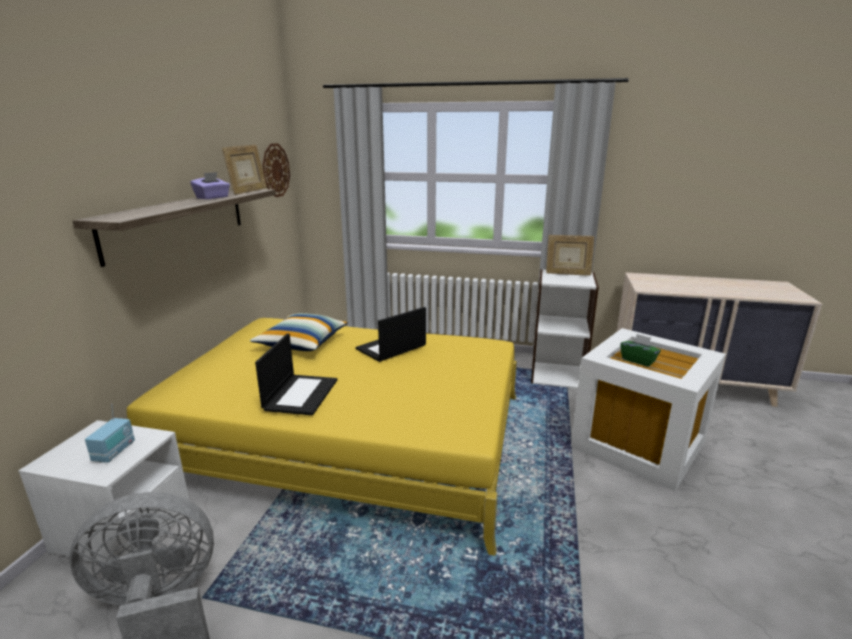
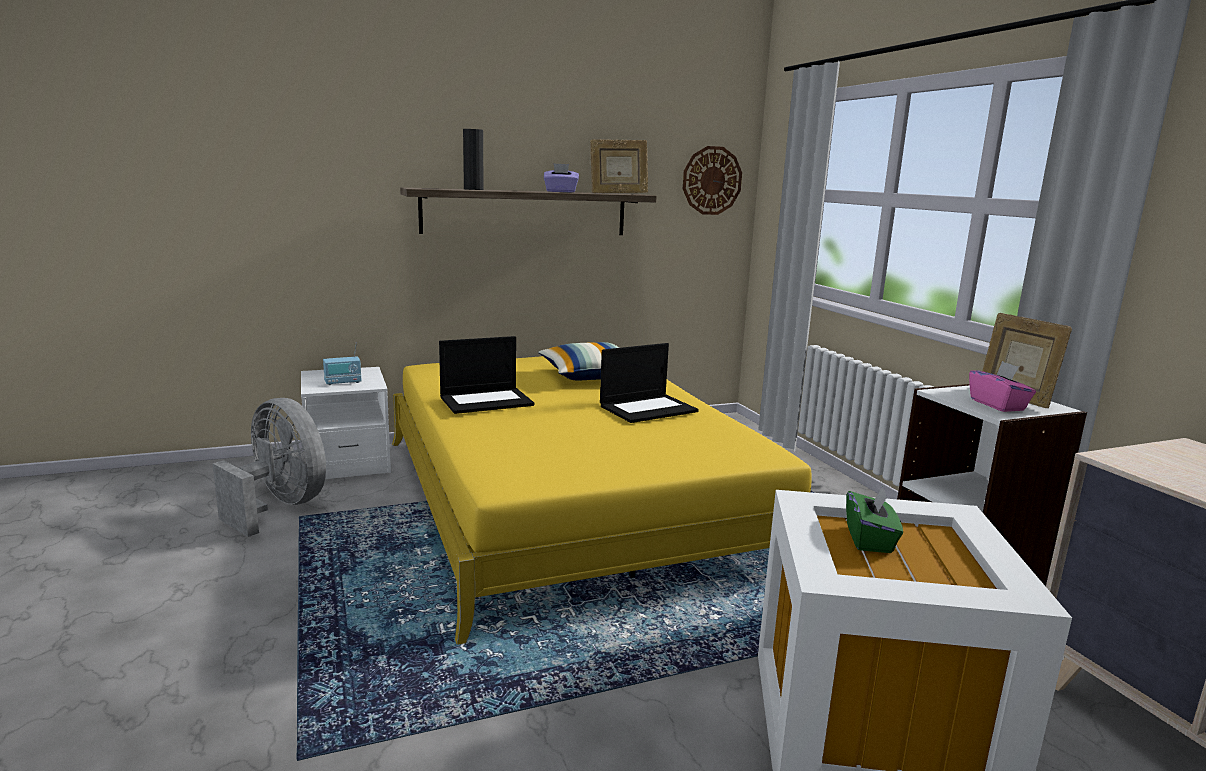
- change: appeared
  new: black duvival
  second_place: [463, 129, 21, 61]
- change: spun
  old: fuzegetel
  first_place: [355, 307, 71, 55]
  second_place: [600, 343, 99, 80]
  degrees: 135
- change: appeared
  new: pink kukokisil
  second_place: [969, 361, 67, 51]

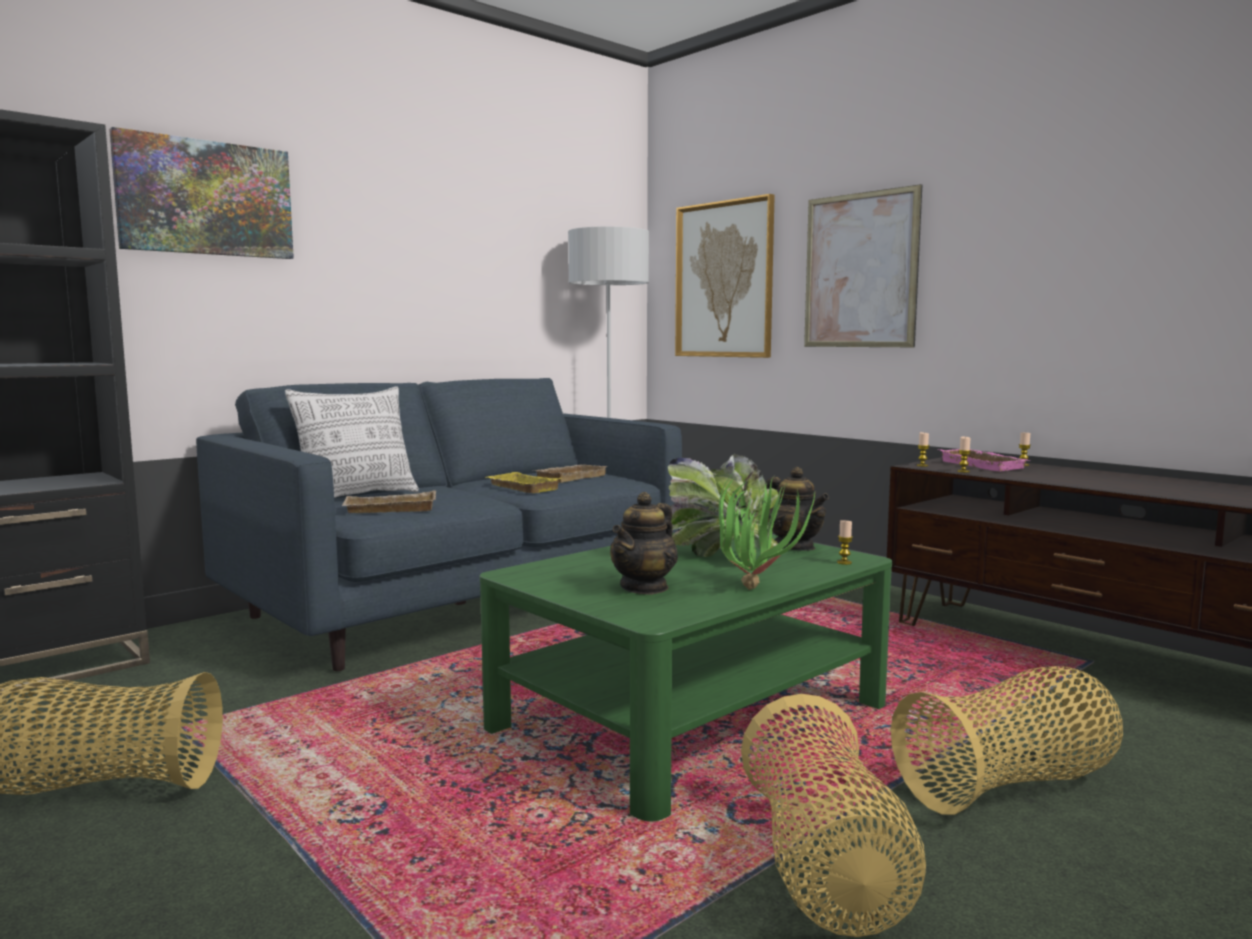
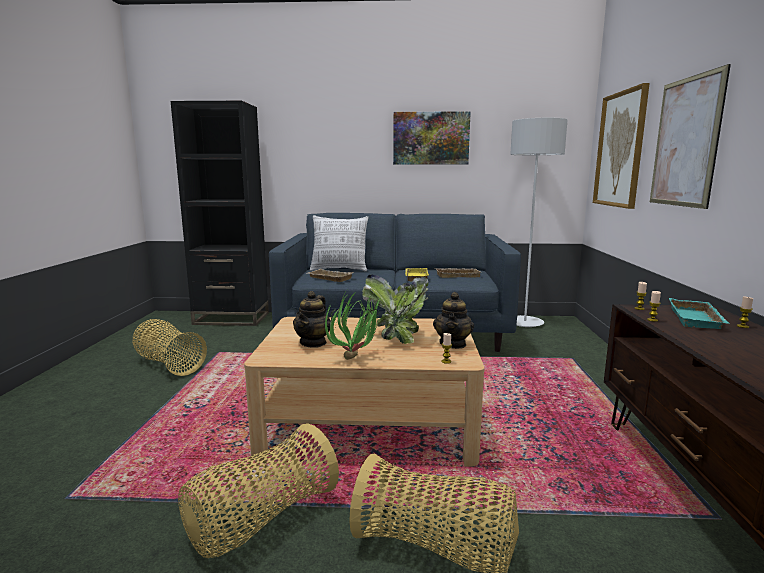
- change: colour
  old: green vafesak
  new: beige vafesak
  first_place: [480, 532, 412, 290]
  second_place: [244, 317, 241, 150]
- change: spun
  old: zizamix
  first_place: [610, 492, 68, 103]
  second_place: [293, 291, 38, 57]
  degrees: -60
- change: relocated
  old: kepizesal
  first_place: [109, 127, 185, 132]
  second_place: [393, 111, 78, 53]
- change: colour
  old: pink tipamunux
  new: turquoise tipamunux
  first_place: [939, 449, 92, 23]
  second_place: [669, 298, 61, 31]

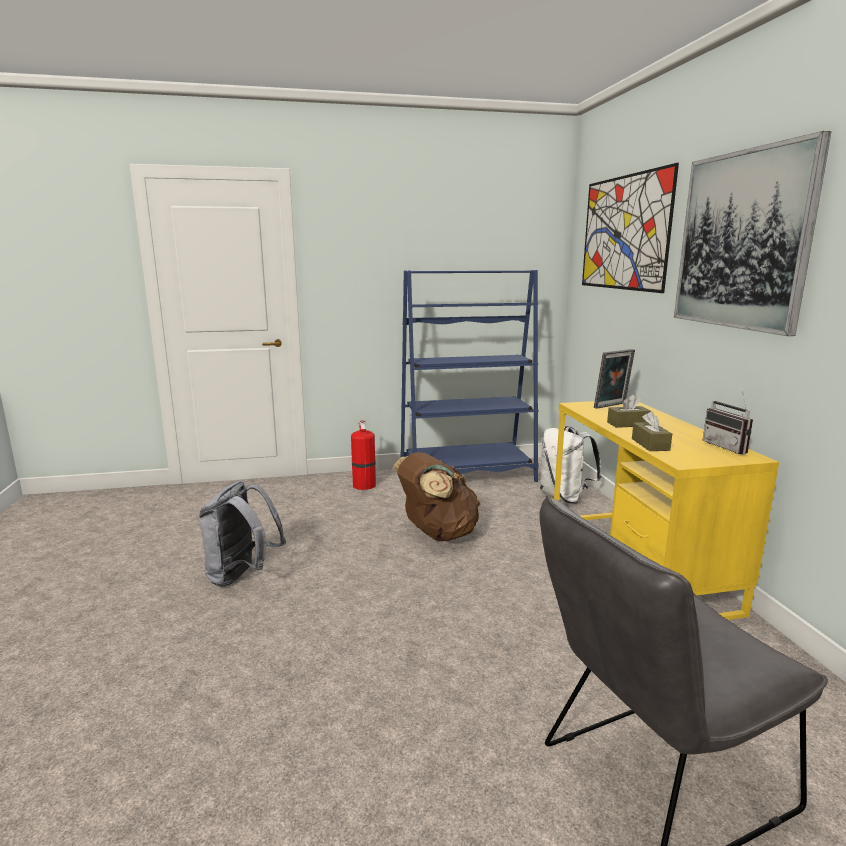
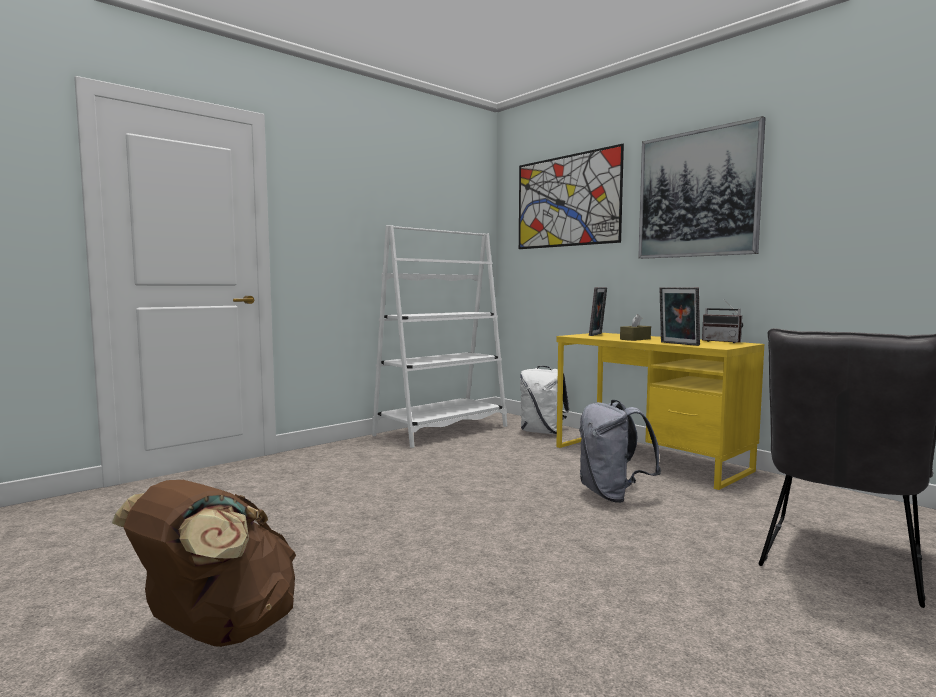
- change: relocated
  old: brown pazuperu
  first_place: [392, 452, 88, 89]
  second_place: [112, 480, 184, 167]
- change: colour
  old: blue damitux
  new: white damitux
  first_place: [400, 270, 138, 212]
  second_place: [372, 225, 135, 223]
- change: relocated
  old: grey pazuperu
  first_place: [199, 481, 87, 106]
  second_place: [579, 400, 82, 103]
- change: exchanged
  old: brown kukokisil
  new: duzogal
  first_place: [632, 411, 40, 40]
  second_place: [659, 287, 41, 59]
- change: missing
  old: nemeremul
  first_place: [351, 420, 25, 70]

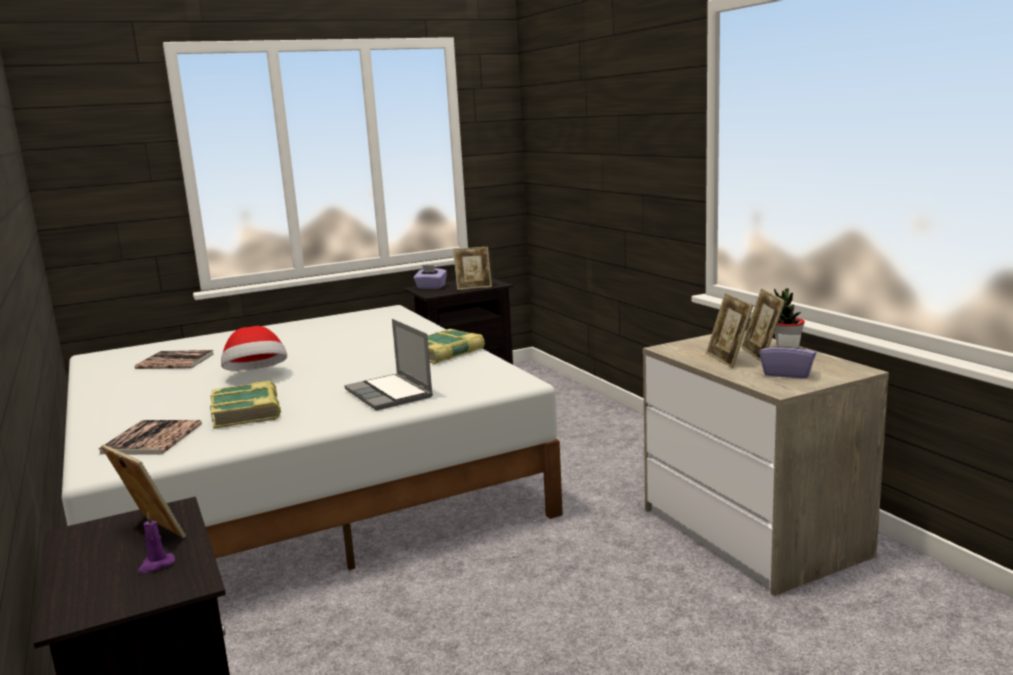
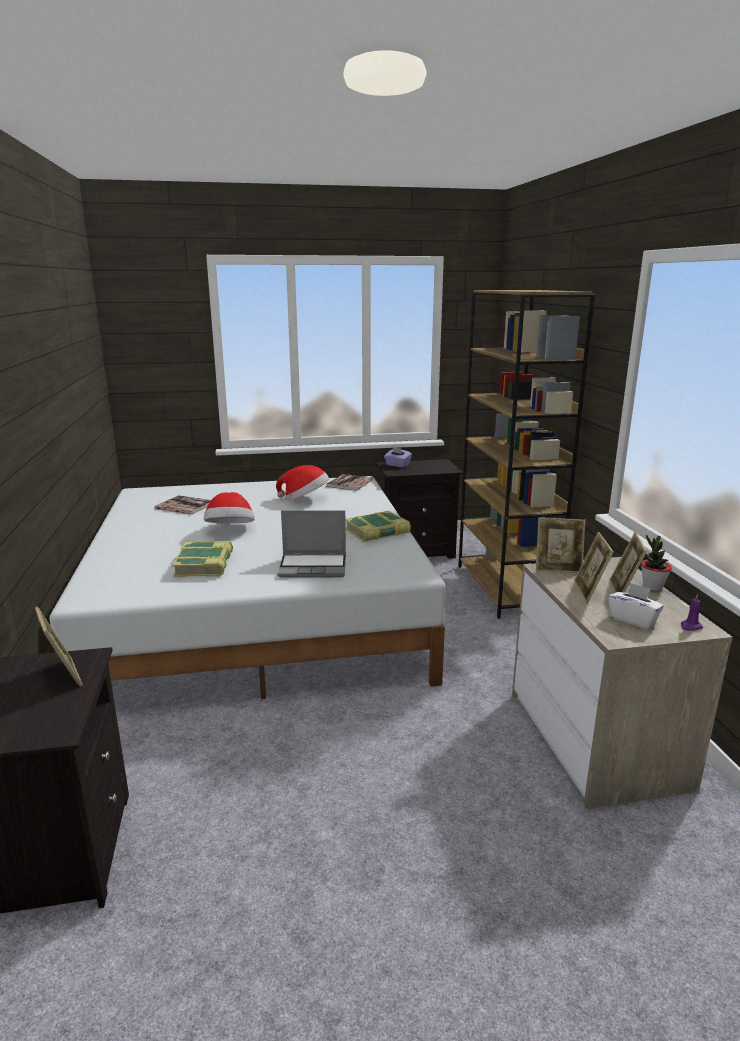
- change: appeared
  new: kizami
  second_place: [276, 465, 53, 36]
- change: spun
  old: fuzegetel
  first_place: [344, 319, 89, 92]
  second_place: [277, 510, 69, 68]
  degrees: -75
- change: relocated
  old: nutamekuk
  first_place: [99, 420, 103, 35]
  second_place: [326, 474, 47, 17]
- change: appeared
  new: brown damitux
  second_place: [458, 290, 137, 329]
- change: relocated
  old: duzogal
  first_place: [453, 247, 39, 43]
  second_place: [536, 517, 50, 56]
- change: colour
  old: purple kukokisil
  new: white kukokisil
  first_place: [759, 333, 57, 46]
  second_place: [608, 583, 56, 46]
- change: relocated
  old: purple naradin
  first_place: [137, 511, 38, 62]
  second_place: [681, 593, 22, 38]

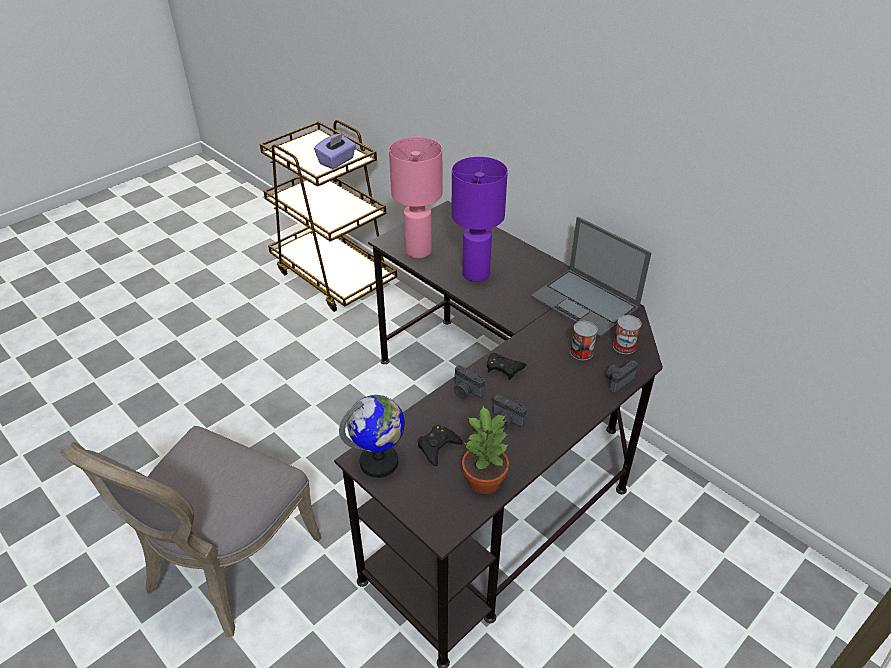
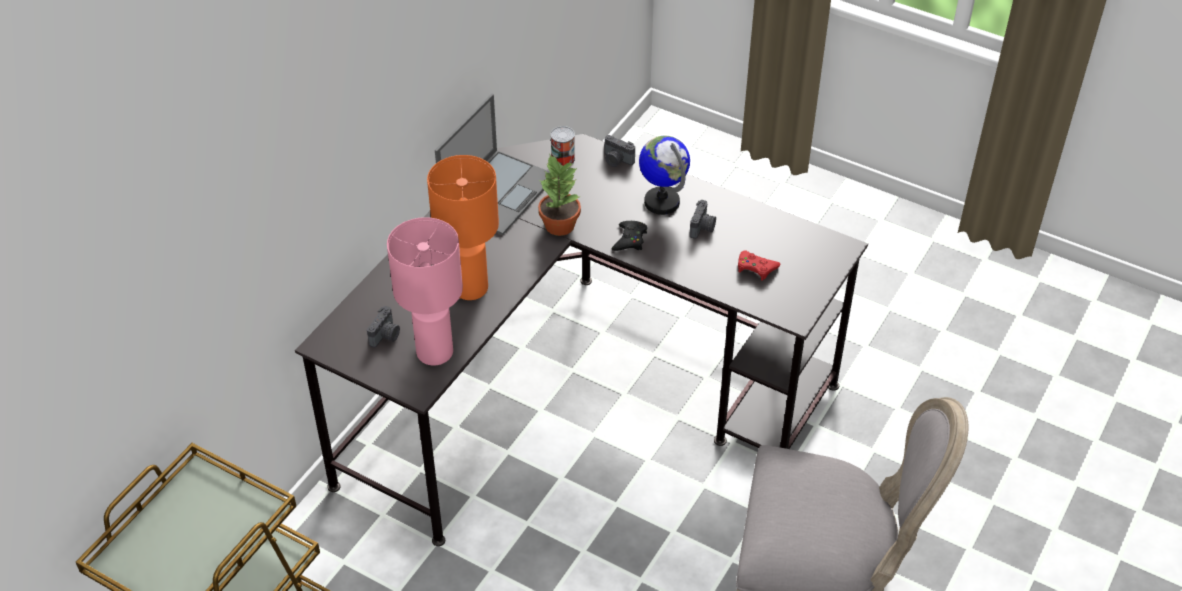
- change: relocated
  old: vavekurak
  first_place: [454, 365, 31, 34]
  second_place: [367, 306, 33, 42]
- change: colour
  old: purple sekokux
  new: orange sekokux
  first_place: [452, 157, 56, 125]
  second_place: [427, 155, 72, 145]
- change: relocated
  old: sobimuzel
  first_place: [462, 406, 47, 88]
  second_place: [538, 155, 43, 81]
- change: relocated
  old: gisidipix
  first_place: [339, 395, 66, 83]
  second_place: [639, 136, 51, 79]
- change: colour
  old: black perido
  new: red perido
  first_place: [417, 425, 46, 41]
  second_place: [738, 250, 43, 31]
- change: missing
  old: purple kukokisil
  first_place: [314, 133, 42, 36]
- change: missing
  old: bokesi
  first_place: [570, 321, 28, 39]

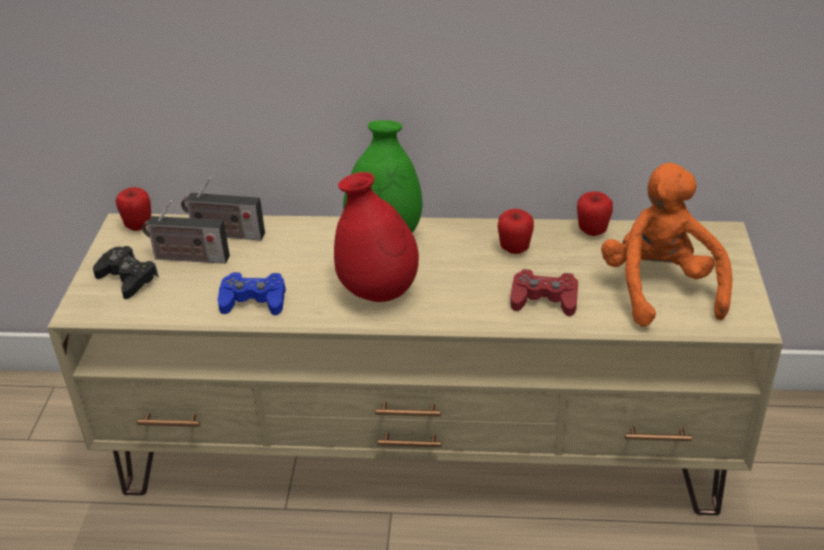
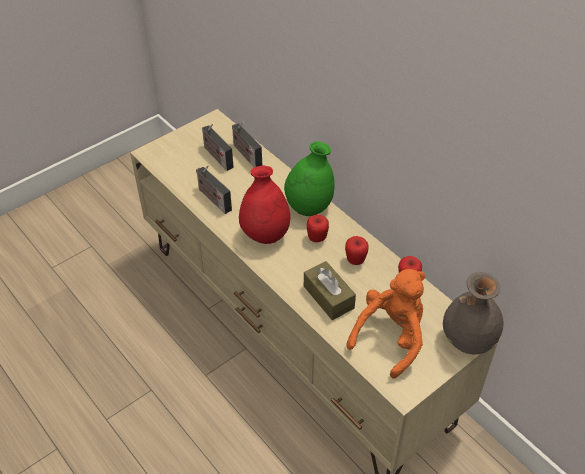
- change: exchanged
  old: blue perido
  new: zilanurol
  first_place: [218, 272, 68, 43]
  second_place: [196, 165, 36, 49]
- change: exchanged
  old: red perido
  new: brown kukokisil
  first_place: [510, 269, 68, 47]
  second_place: [304, 261, 52, 59]
- change: relocated
  old: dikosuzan
  first_place: [115, 187, 36, 44]
  second_place: [307, 215, 22, 27]
- change: appeared
  new: grey duvival
  second_place: [443, 272, 61, 83]
- change: missing
  old: black perido
  first_place: [93, 246, 66, 53]

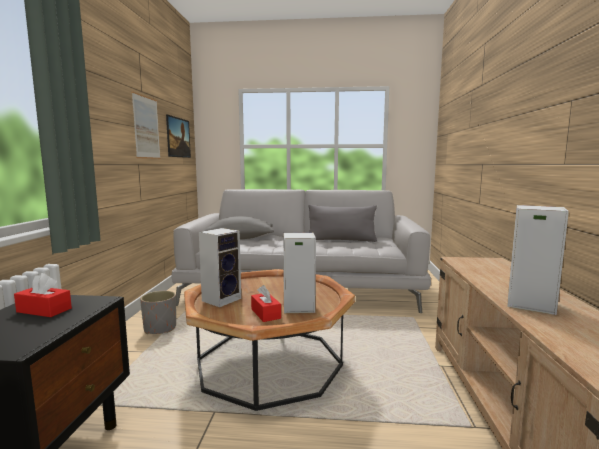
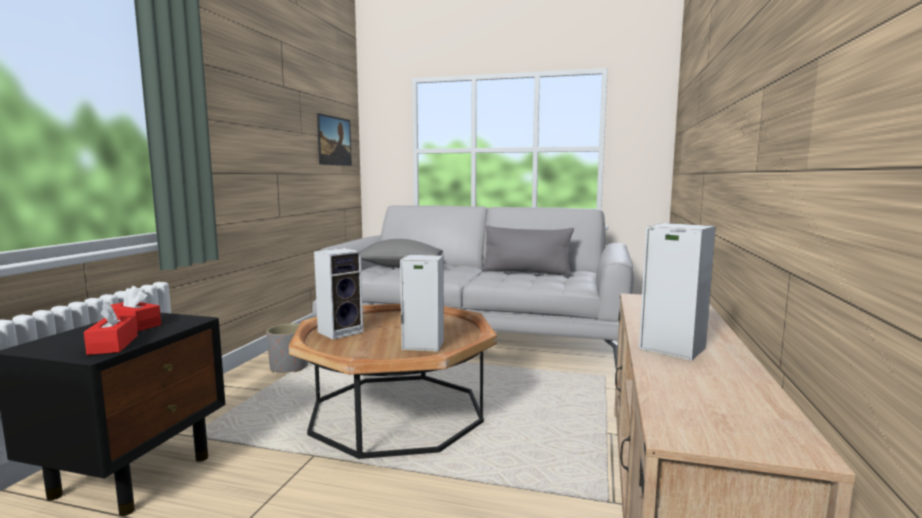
- change: relocated
  old: red kukokisil
  first_place: [251, 285, 30, 37]
  second_place: [84, 301, 54, 54]
- change: missing
  old: kepizesal
  first_place: [131, 91, 30, 68]

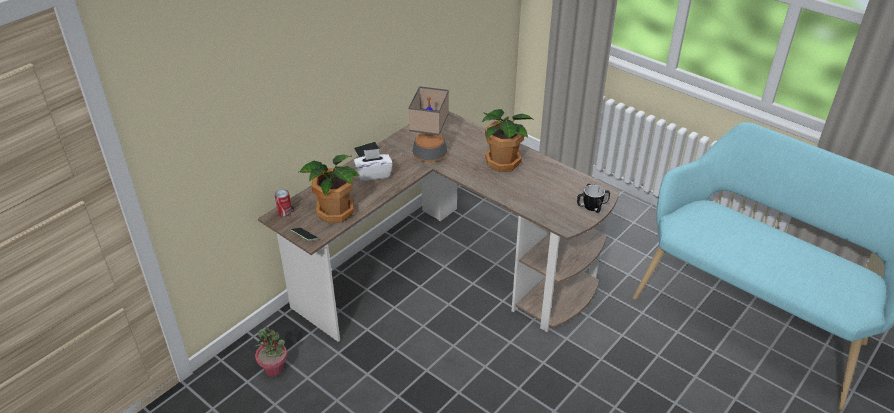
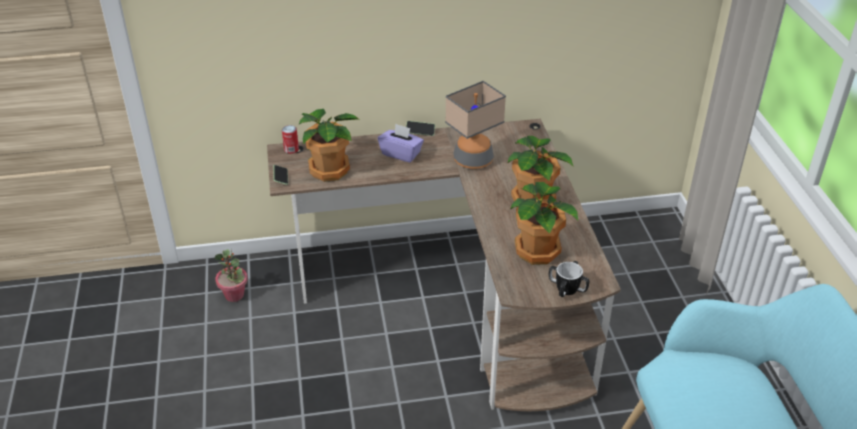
- change: colour
  old: white kukokisil
  new: purple kukokisil
  first_place: [354, 149, 39, 32]
  second_place: [378, 123, 46, 40]
- change: appeared
  new: sobimuzel
  second_place: [510, 182, 68, 83]

